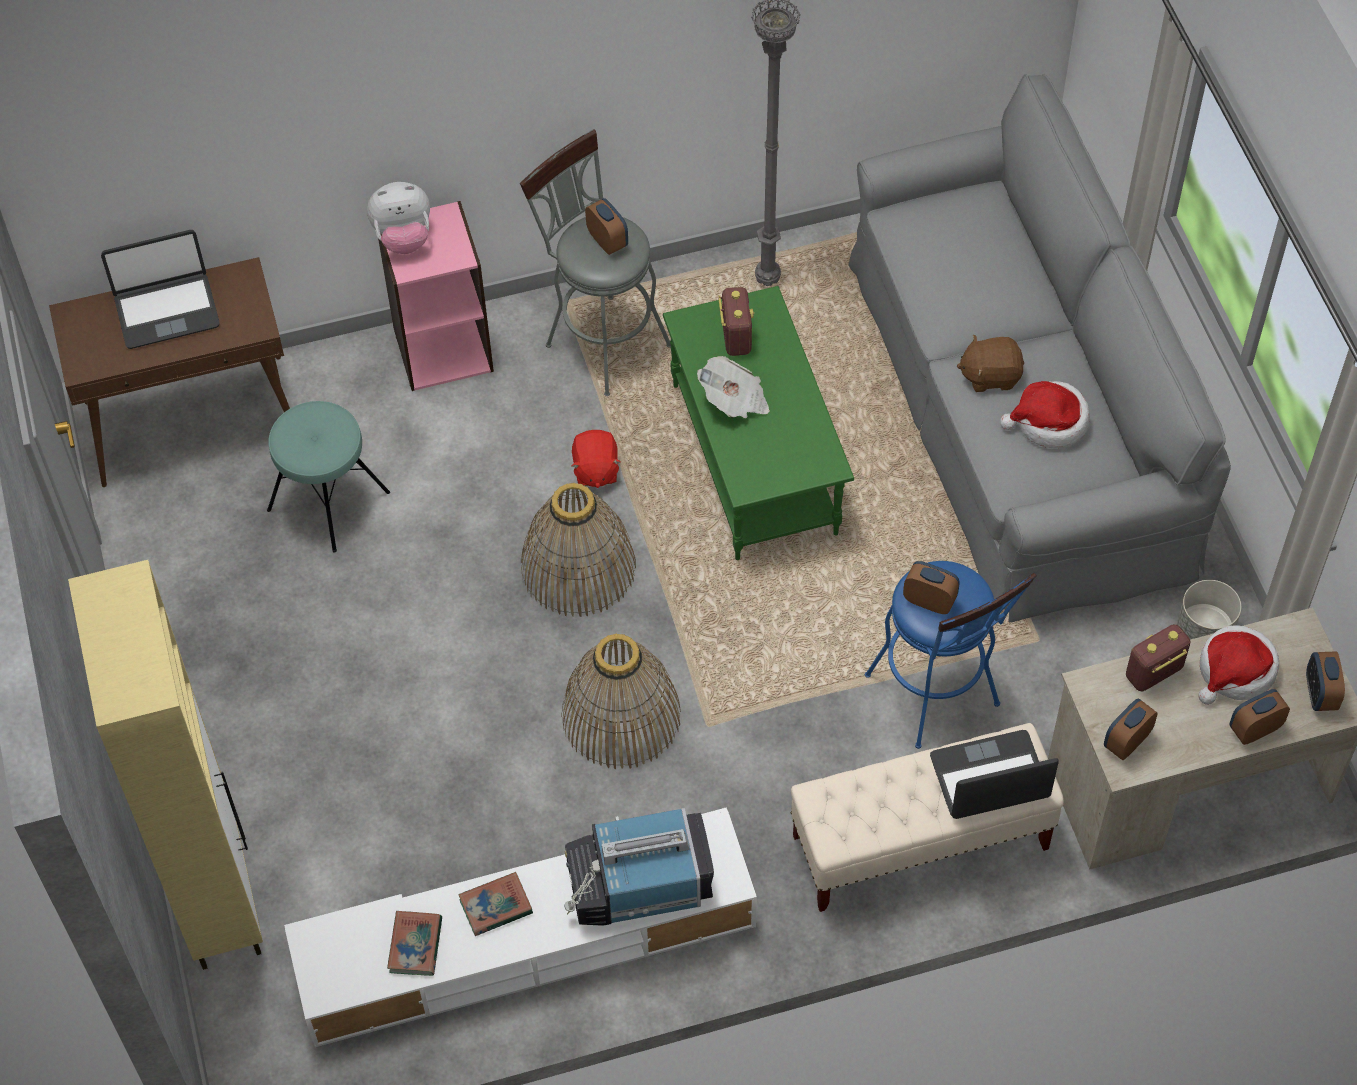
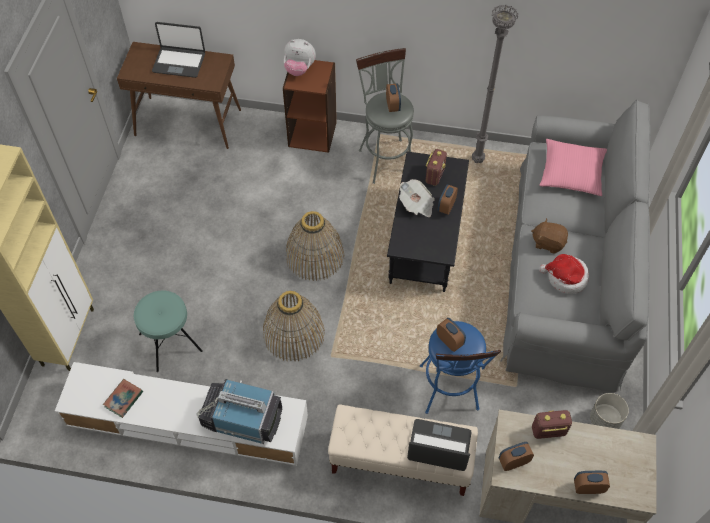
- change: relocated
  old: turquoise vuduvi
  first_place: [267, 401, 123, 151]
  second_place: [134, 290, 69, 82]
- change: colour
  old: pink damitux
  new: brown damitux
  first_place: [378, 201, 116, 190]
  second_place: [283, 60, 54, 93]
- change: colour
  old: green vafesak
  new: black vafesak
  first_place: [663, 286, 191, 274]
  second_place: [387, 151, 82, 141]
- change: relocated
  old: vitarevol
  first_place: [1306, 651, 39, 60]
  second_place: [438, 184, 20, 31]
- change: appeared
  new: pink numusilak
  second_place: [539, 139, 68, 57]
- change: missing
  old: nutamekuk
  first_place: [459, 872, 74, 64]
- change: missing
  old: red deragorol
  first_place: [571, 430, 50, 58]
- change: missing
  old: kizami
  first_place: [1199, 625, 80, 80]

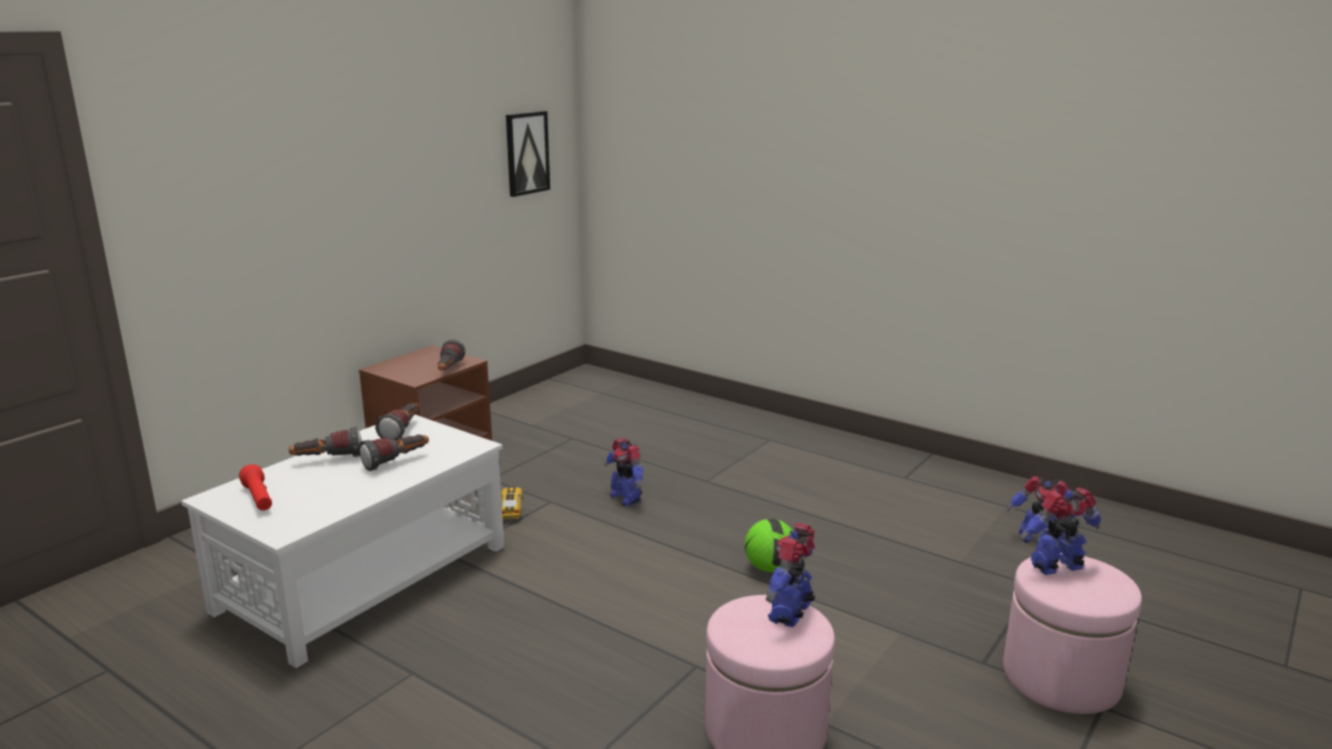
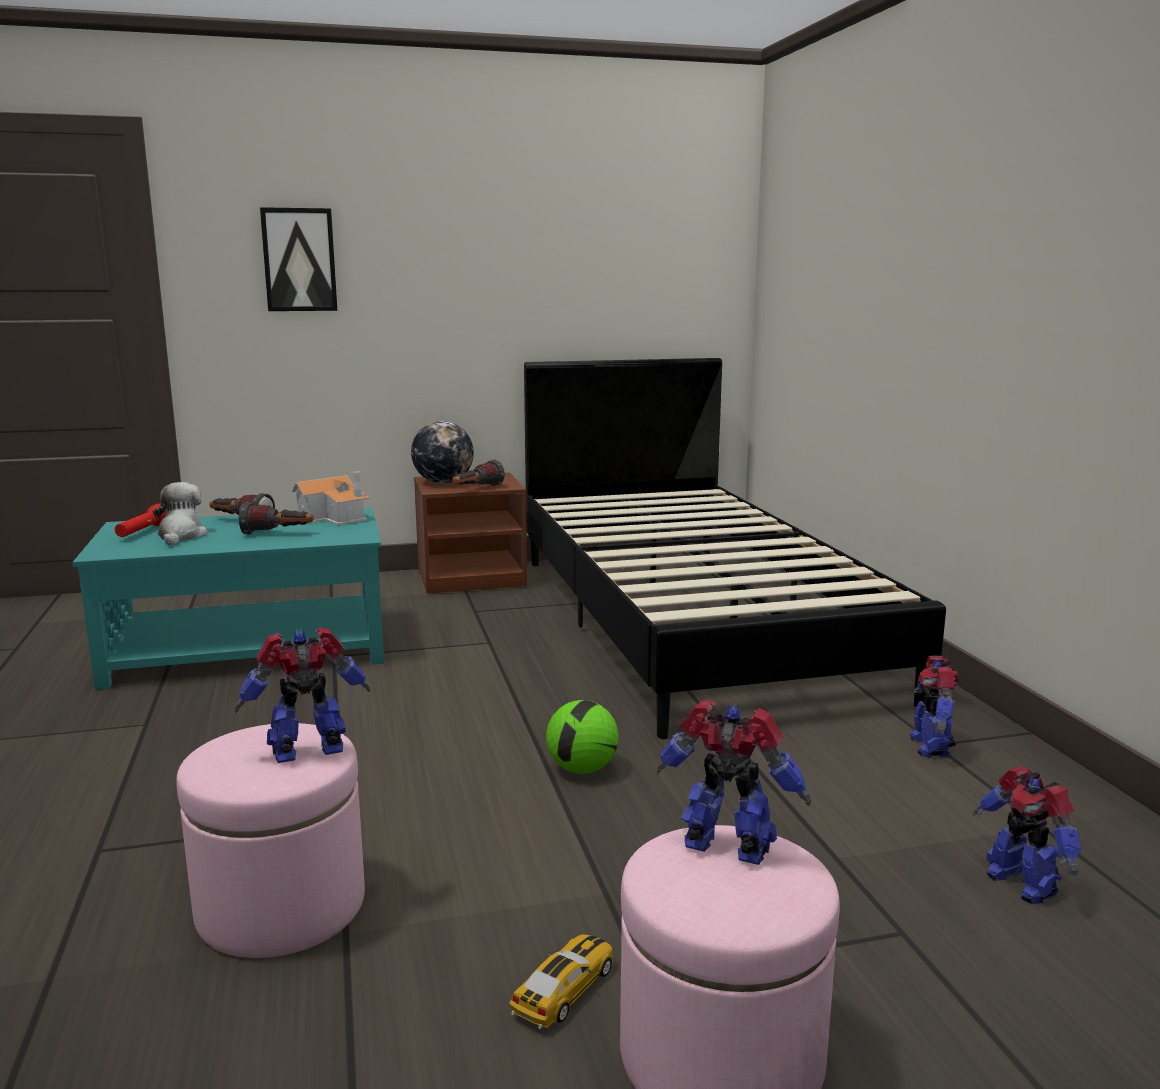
- change: colour
  old: white vafesak
  new: turquoise vafesak
  first_place: [181, 414, 323, 254]
  second_place: [73, 508, 311, 182]
- change: appeared
  new: deragorol
  second_place: [153, 482, 55, 63]
- change: relocated
  old: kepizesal
  first_place: [506, 111, 44, 86]
  second_place: [260, 207, 77, 104]
- change: exchanged
  old: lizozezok
  new: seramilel
  first_place: [375, 403, 43, 38]
  second_place: [290, 471, 79, 54]
- change: appeared
  new: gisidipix
  second_place: [411, 421, 63, 63]
- change: relocated
  old: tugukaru
  first_place: [501, 487, 22, 32]
  second_place: [509, 934, 104, 94]
- change: appeared
  new: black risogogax
  second_place: [524, 358, 422, 381]
- change: relocated
  old: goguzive
  first_place: [604, 438, 39, 69]
  second_place: [910, 656, 49, 102]

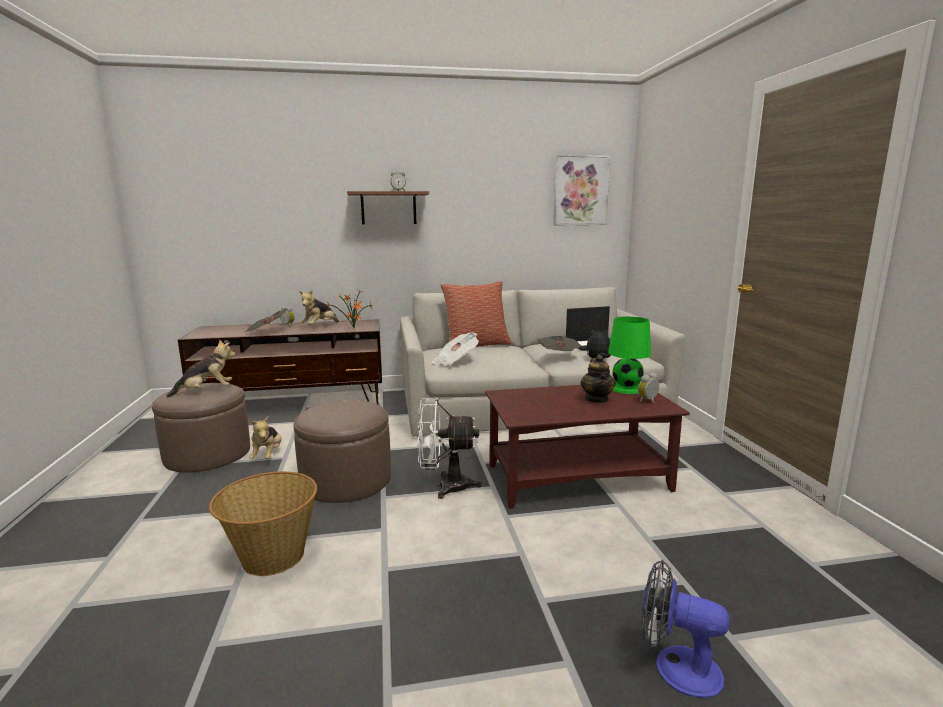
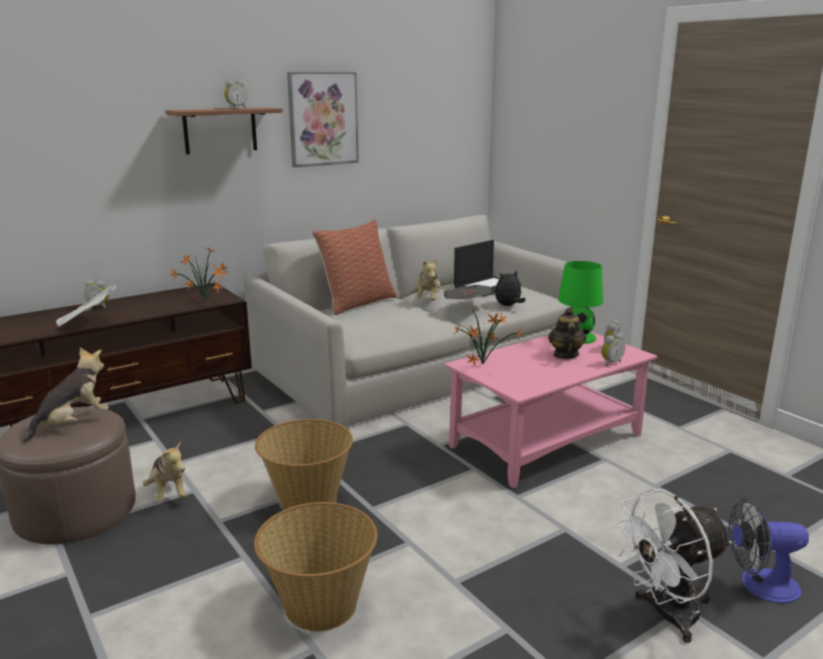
- change: exchanged
  old: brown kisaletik
  new: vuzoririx
  first_place: [294, 400, 97, 103]
  second_place: [255, 419, 98, 91]
- change: relocated
  old: kepizesal
  first_place: [553, 155, 57, 70]
  second_place: [287, 72, 72, 95]
- change: relocated
  old: deragorol
  first_place: [299, 290, 40, 35]
  second_place: [413, 258, 27, 42]
- change: colour
  old: brown vafesak
  new: pink vafesak
  first_place: [485, 385, 205, 124]
  second_place: [444, 332, 213, 156]
- change: appeared
  new: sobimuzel
  second_place: [455, 307, 67, 59]
- change: spun
  old: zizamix
  first_place: [580, 355, 36, 48]
  second_place: [548, 308, 38, 51]
  degrees: -150
- change: appeared
  new: vitarevol
  second_place: [601, 333, 24, 33]
- change: relocated
  old: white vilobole
  first_place: [417, 398, 65, 101]
  second_place: [613, 489, 119, 154]
- change: missing
  old: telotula
  first_place: [432, 332, 47, 33]

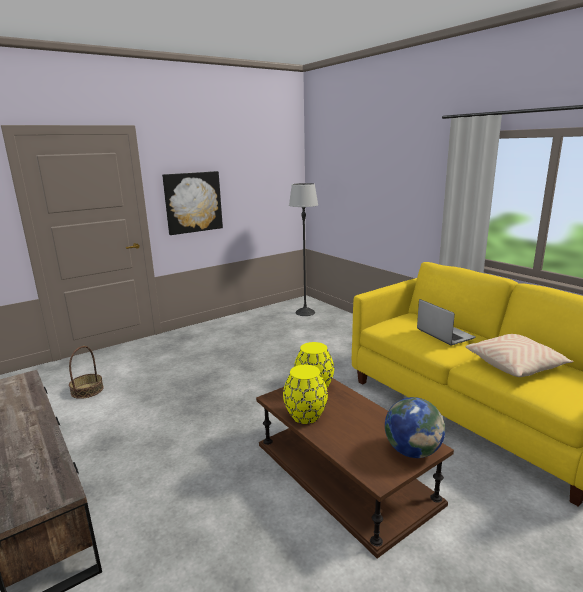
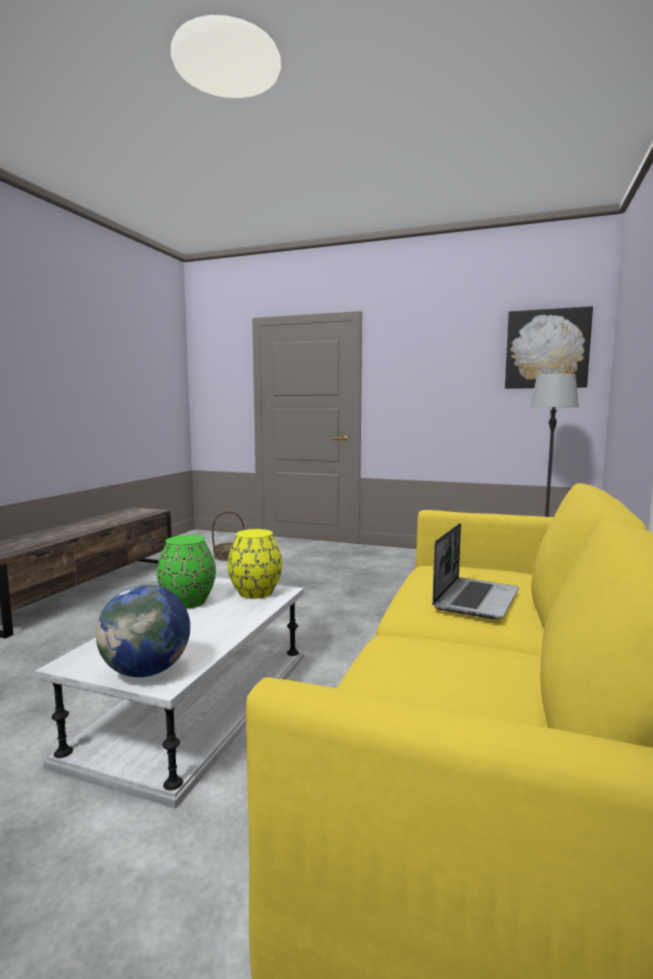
- change: colour
  old: brown vafesak
  new: white vafesak
  first_place: [256, 378, 198, 181]
  second_place: [35, 577, 269, 232]
- change: colour
  old: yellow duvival
  new: green duvival
  first_place: [283, 365, 45, 59]
  second_place: [157, 535, 59, 74]
- change: relocated
  old: kepizesal
  first_place: [162, 171, 61, 64]
  second_place: [505, 306, 88, 83]
- change: missing
  old: beige numusilak
  first_place: [465, 334, 109, 43]

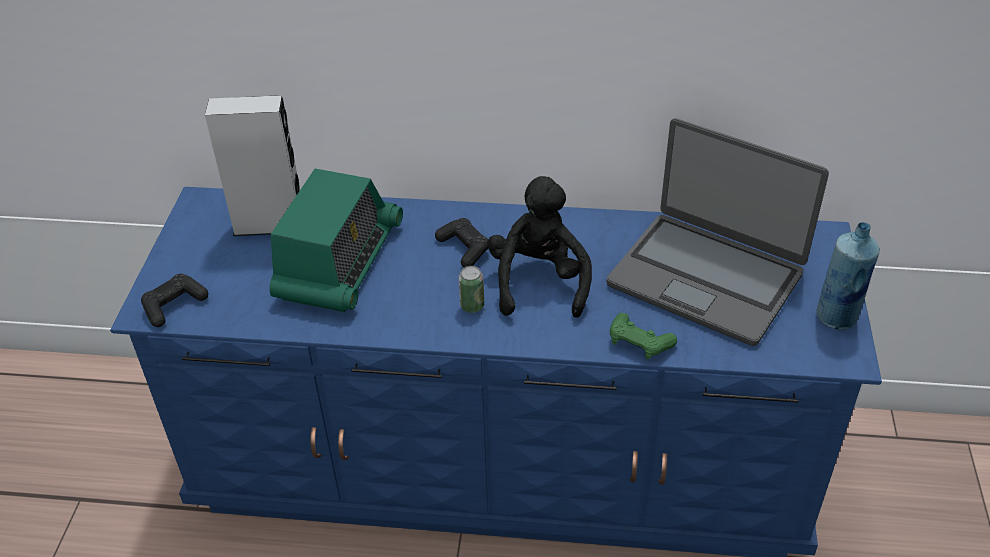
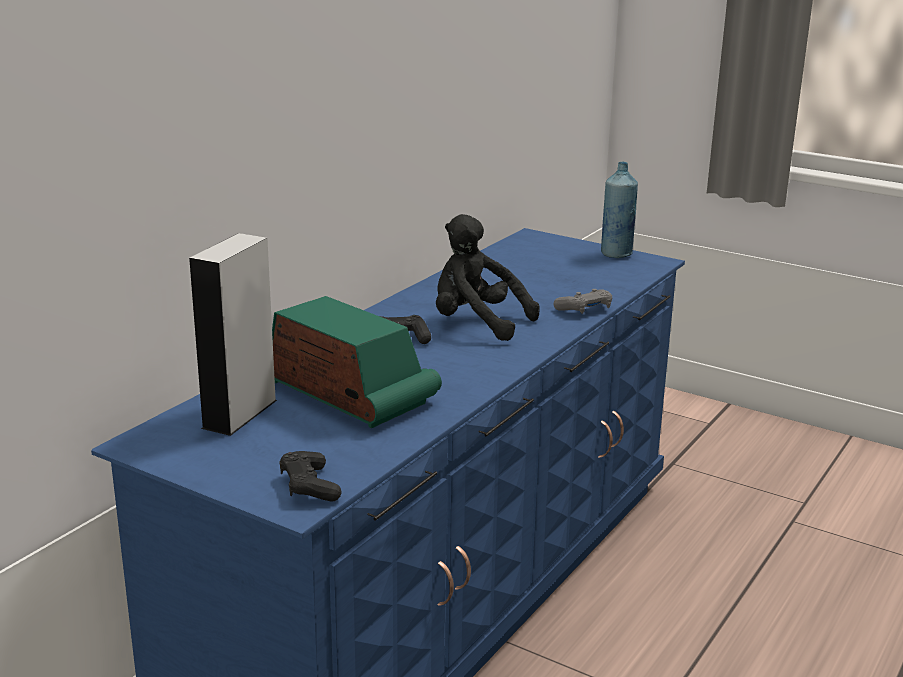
- change: colour
  old: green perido
  new: grey perido
  first_place: [610, 313, 67, 46]
  second_place: [554, 289, 58, 25]
- change: missing
  old: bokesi
  first_place: [459, 266, 25, 47]
- change: missing
  old: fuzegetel
  first_place: [607, 118, 222, 228]

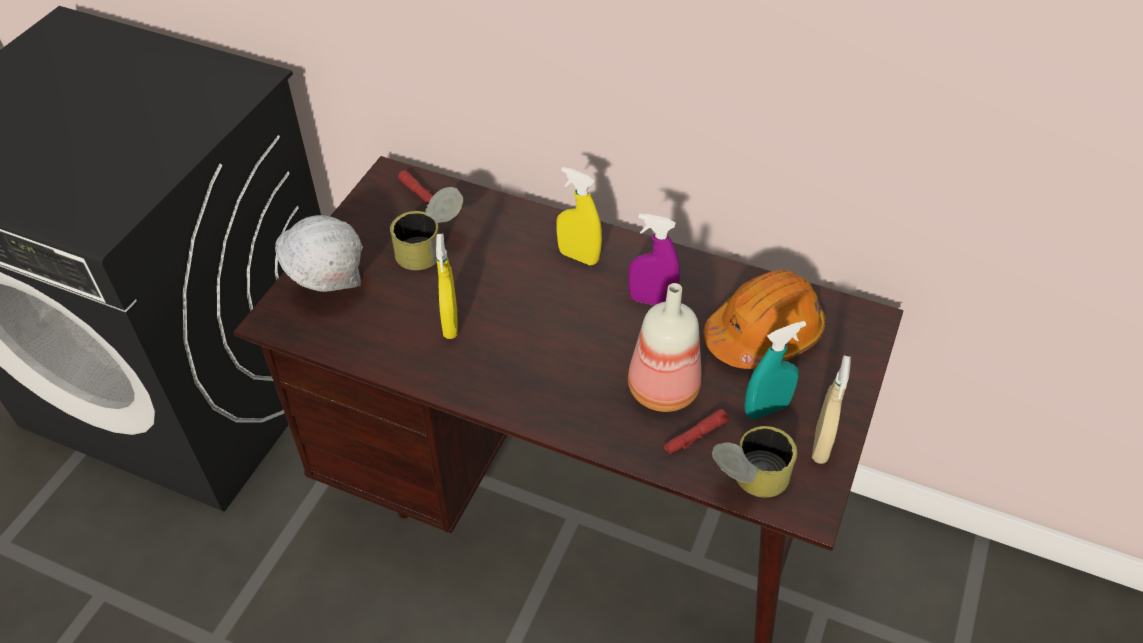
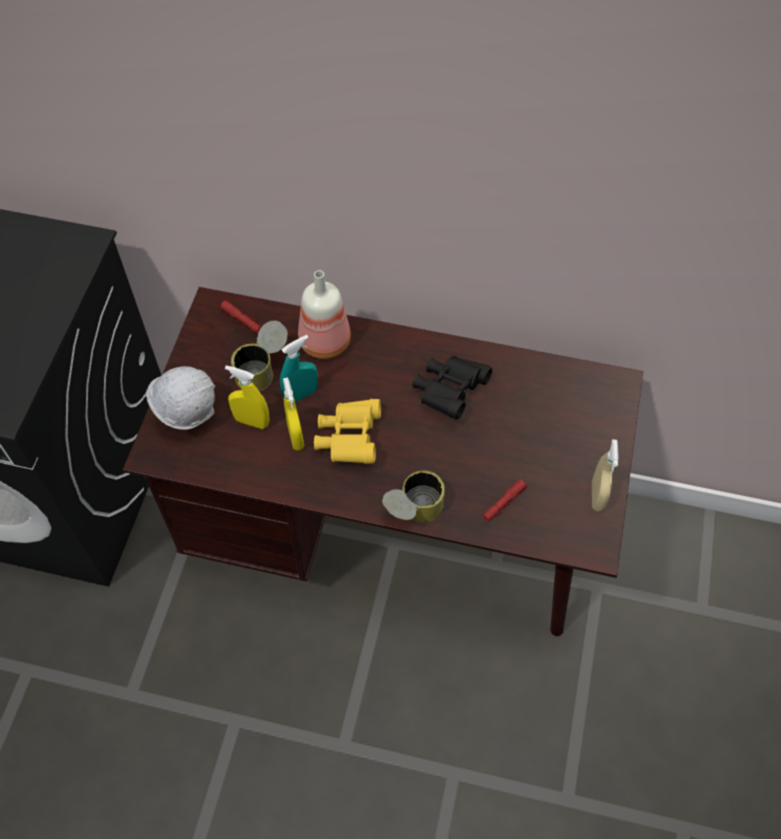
- change: relocated
  old: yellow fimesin
  first_place: [556, 167, 46, 98]
  second_place: [225, 365, 44, 64]
- change: relocated
  old: turquoise fimesin
  first_place: [744, 321, 62, 98]
  second_place: [280, 335, 38, 68]
- change: relocated
  old: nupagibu
  first_place: [628, 283, 74, 129]
  second_place: [298, 270, 53, 89]
- change: appeared
  new: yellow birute
  second_place: [314, 399, 67, 65]
- change: relocated
  old: bokesi
  first_place: [712, 426, 85, 71]
  second_place: [382, 471, 63, 51]
- change: exchanged
  old: purple fimesin
  new: black birute
  first_place: [628, 213, 52, 92]
  second_place: [412, 356, 80, 63]
- change: missing
  old: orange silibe
  first_place: [704, 270, 122, 99]

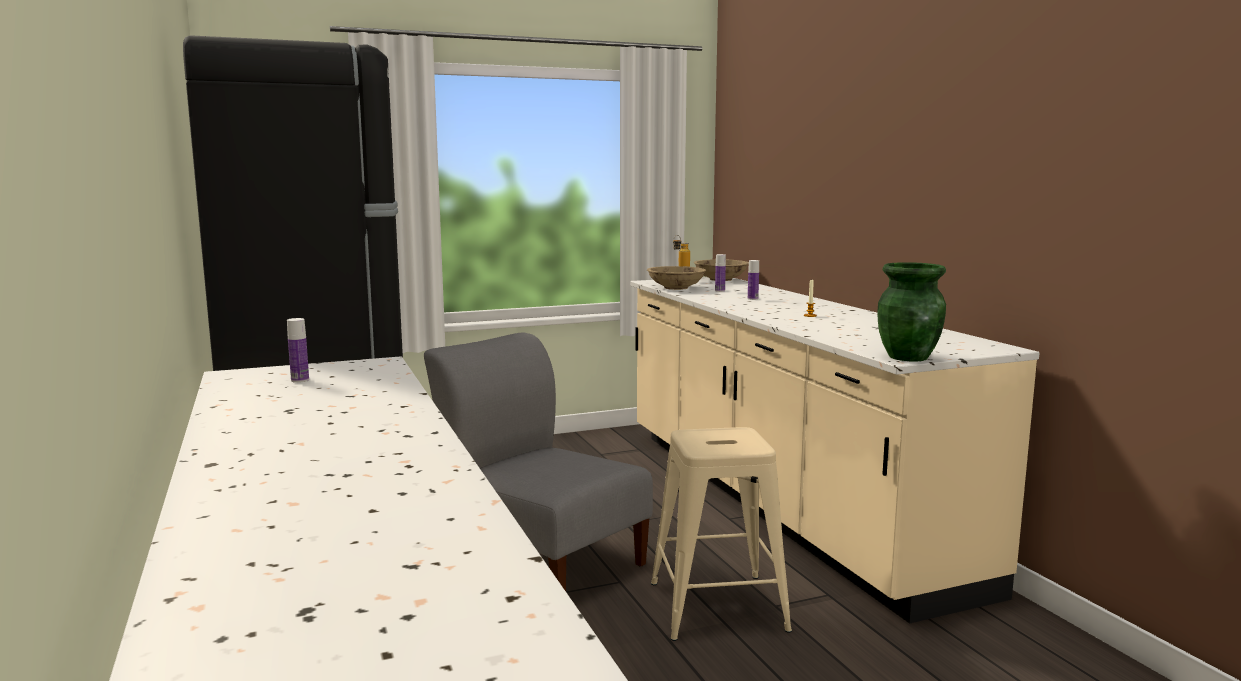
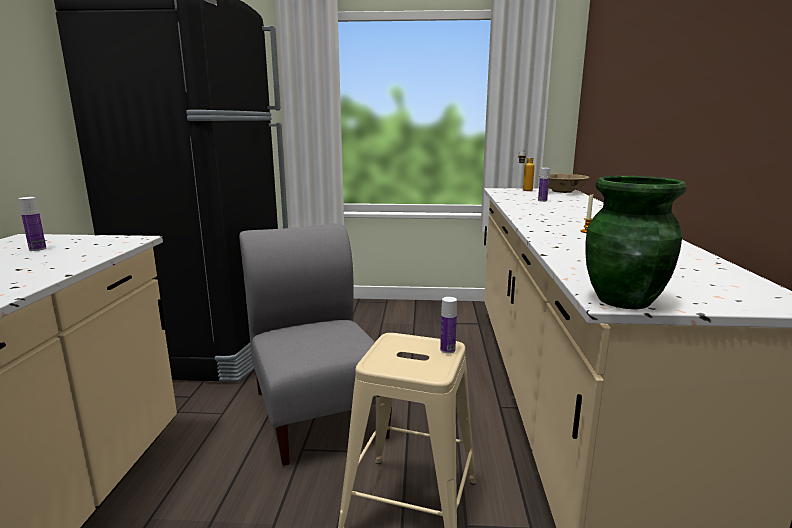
- change: relocated
  old: nupagibu
  first_place: [748, 260, 11, 40]
  second_place: [440, 297, 17, 57]
- change: missing
  old: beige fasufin
  first_place: [647, 266, 59, 24]

